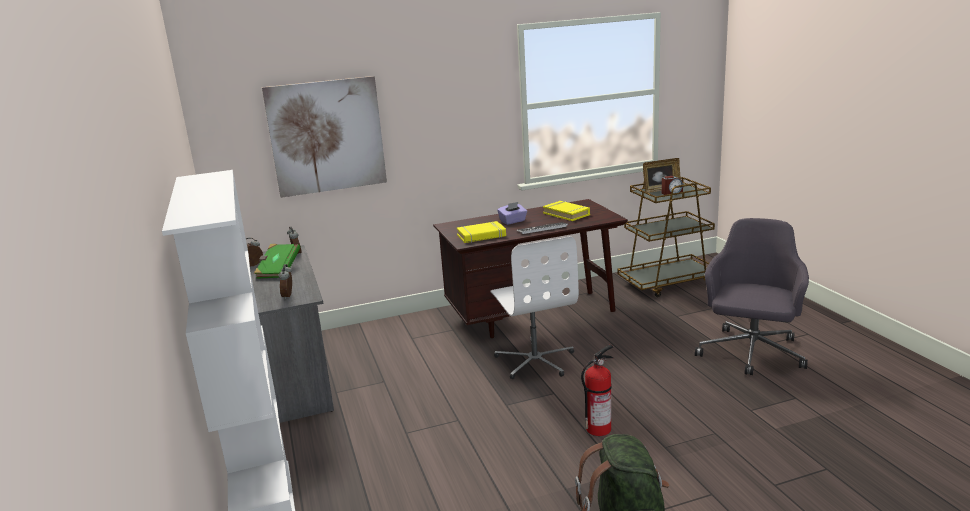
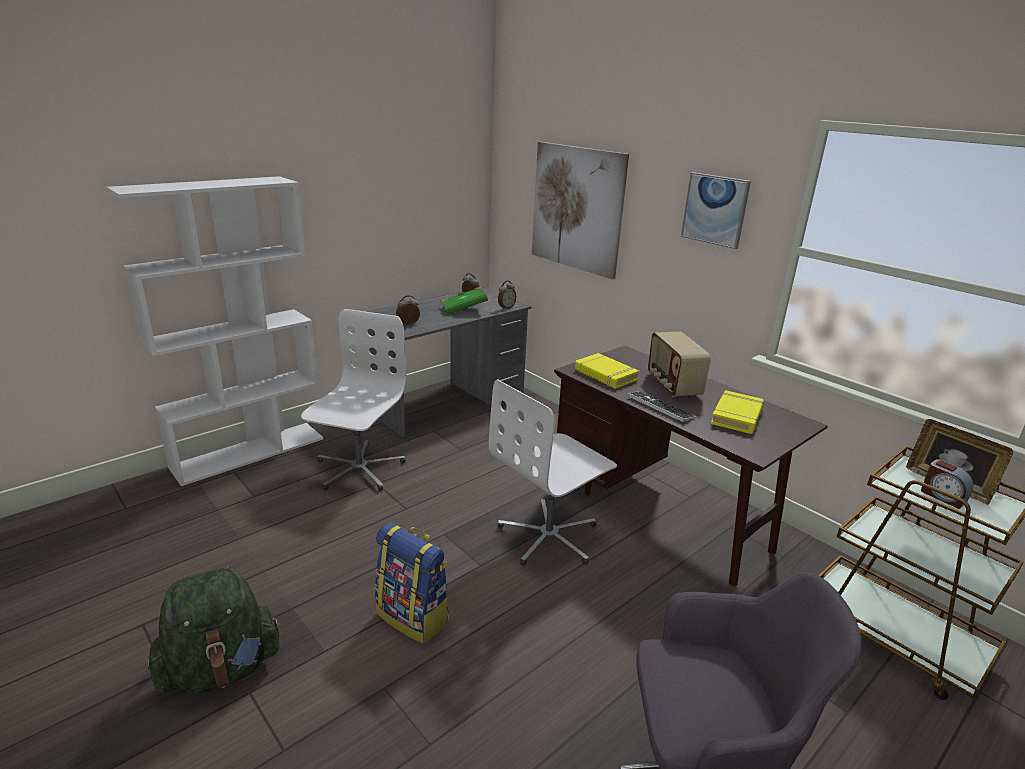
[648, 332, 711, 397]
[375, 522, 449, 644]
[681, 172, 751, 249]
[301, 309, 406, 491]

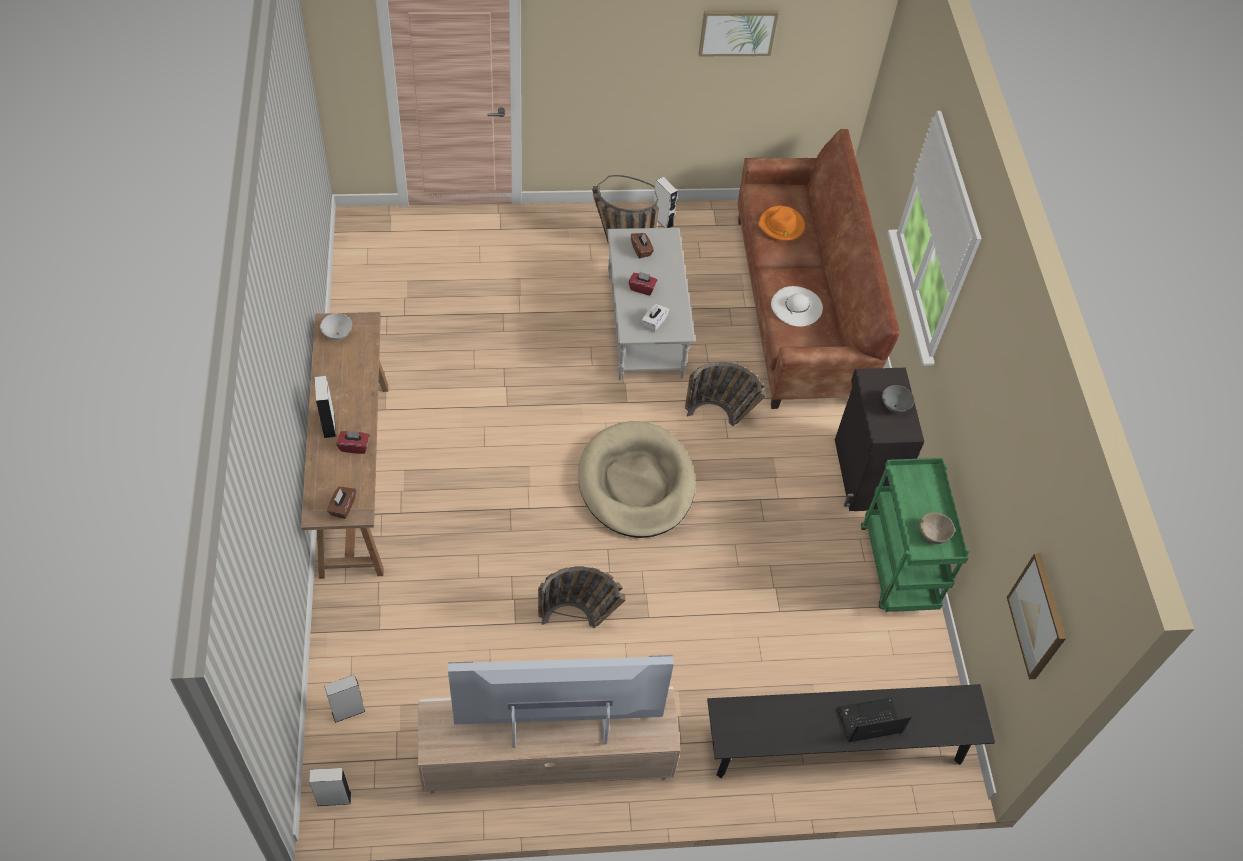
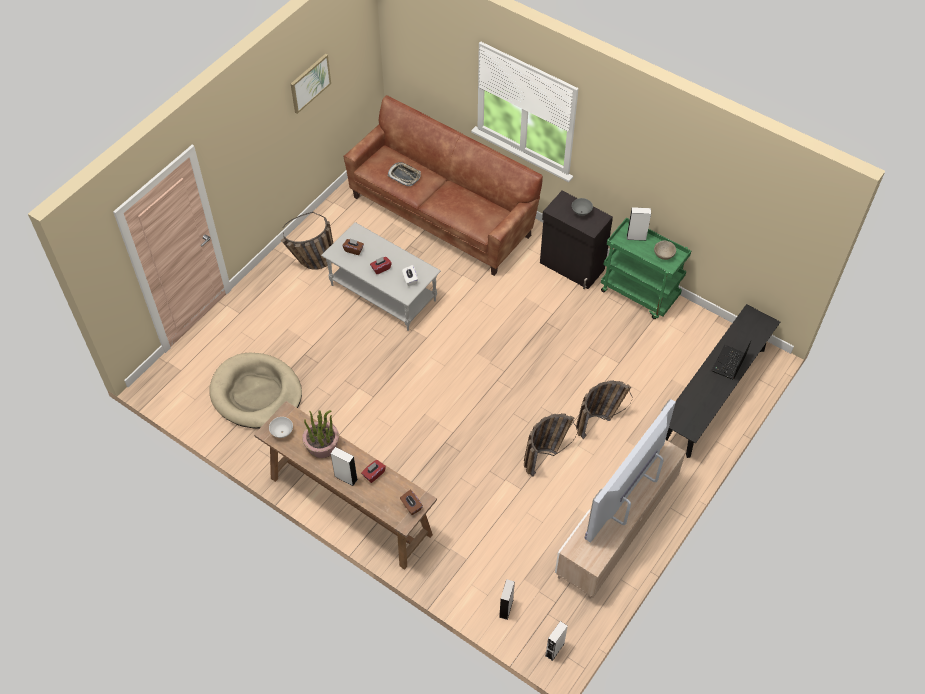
[627, 207, 651, 241]
[387, 162, 421, 186]
[771, 286, 823, 327] (first image)
[576, 380, 633, 439]
[209, 353, 302, 429]
[1007, 553, 1066, 679] (first image)
[302, 410, 339, 458]

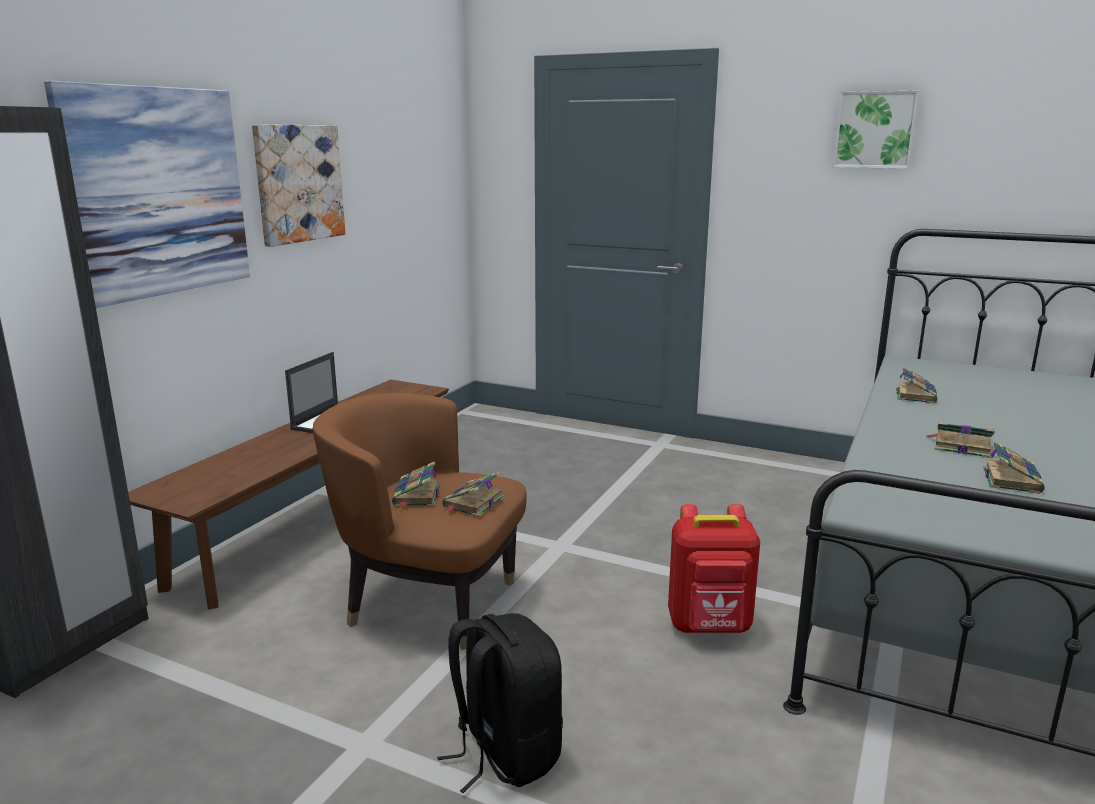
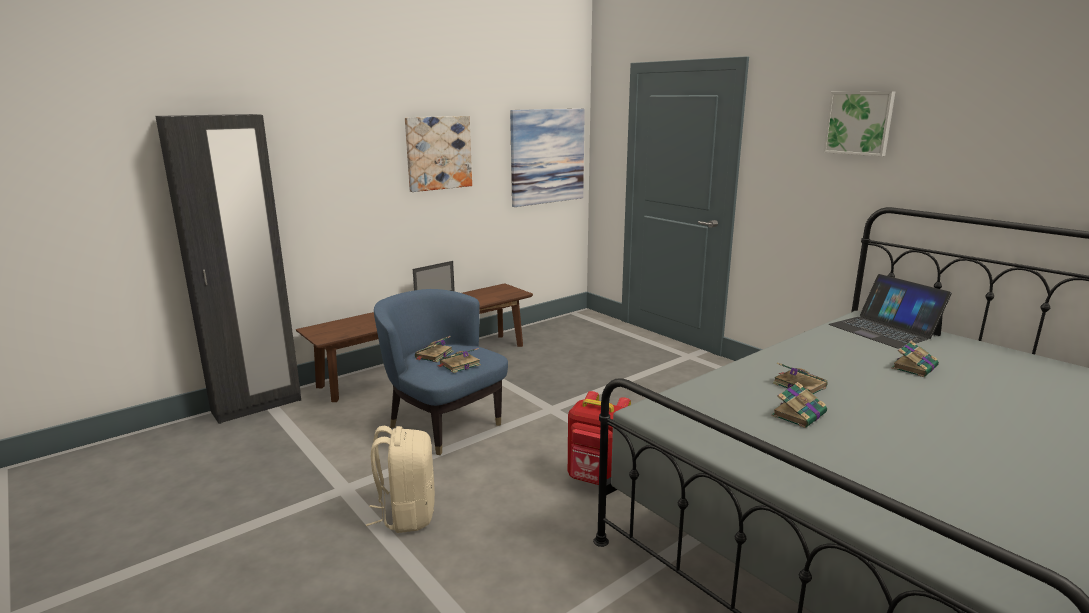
[510, 109, 585, 207]
[891, 341, 939, 377]
[374, 289, 508, 455]
[366, 426, 435, 533]
[829, 274, 952, 348]

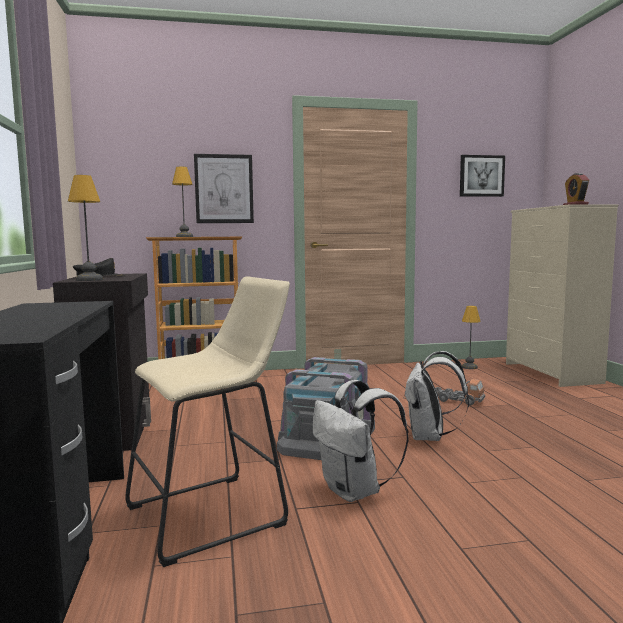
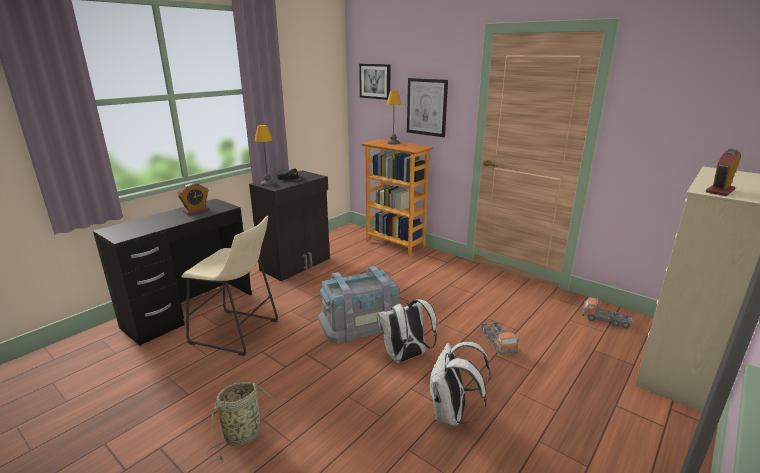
[359, 64, 391, 100]
[582, 298, 633, 328]
[429, 342, 491, 426]
[177, 183, 209, 215]
[206, 382, 288, 461]

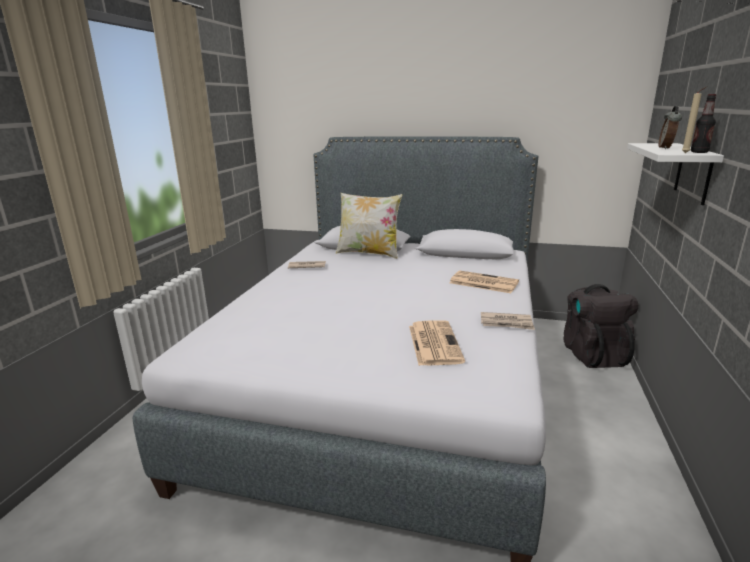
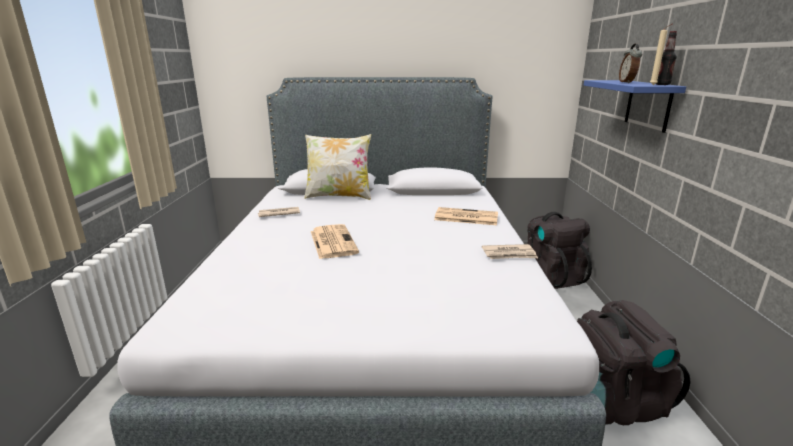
[584, 80, 686, 133]
[311, 224, 359, 259]
[577, 300, 691, 425]

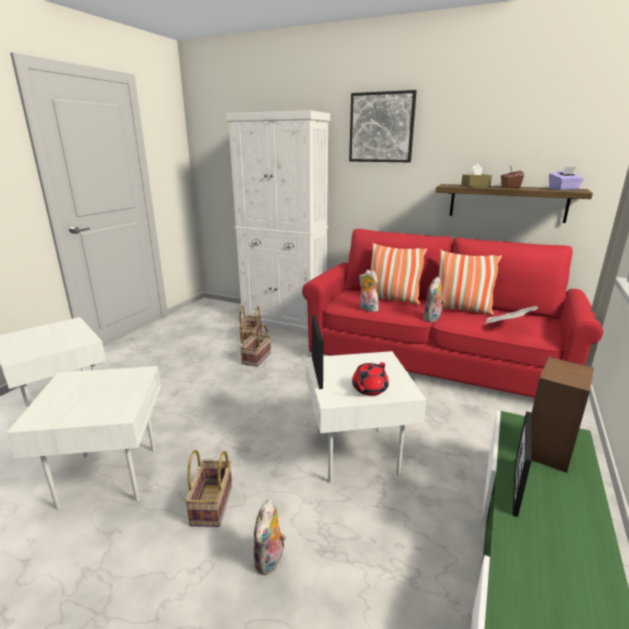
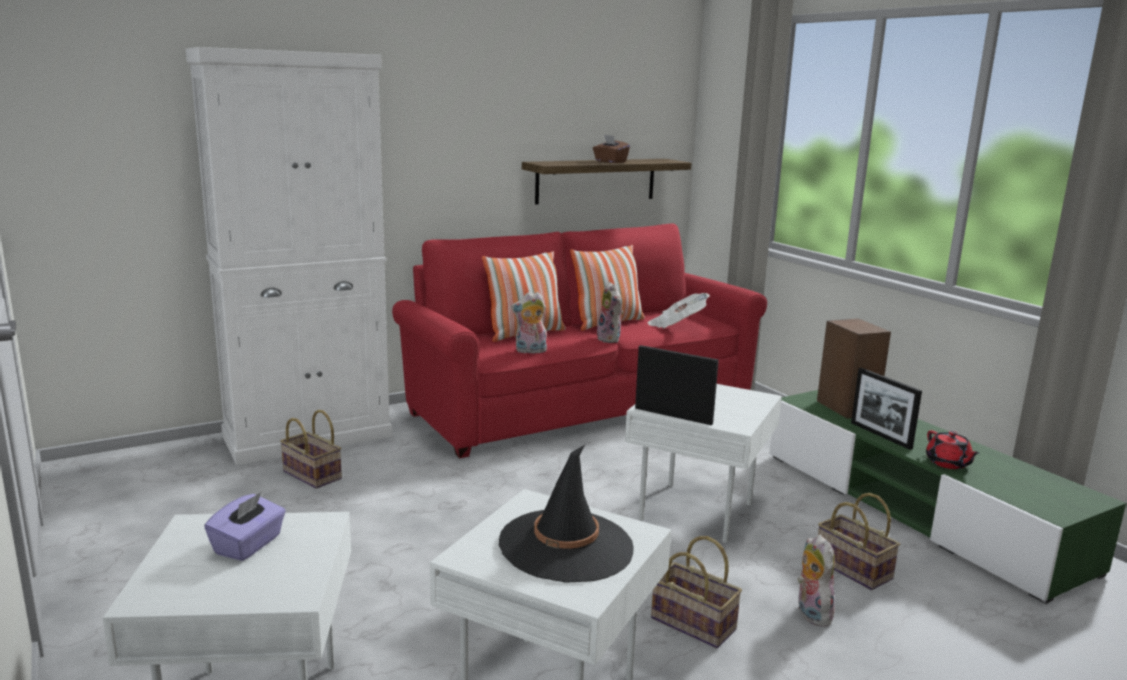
[349, 90, 417, 162] (first image)
[461, 164, 492, 187] (first image)
[204, 492, 286, 561]
[818, 493, 900, 590]
[926, 430, 980, 469]
[797, 534, 836, 627]
[499, 445, 634, 583]

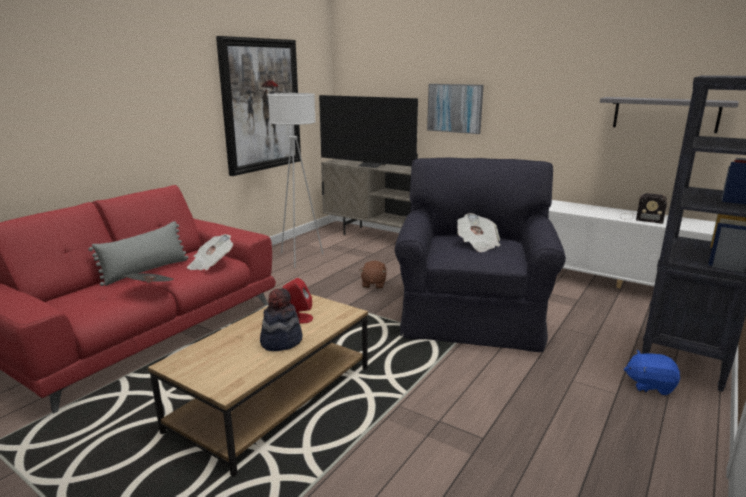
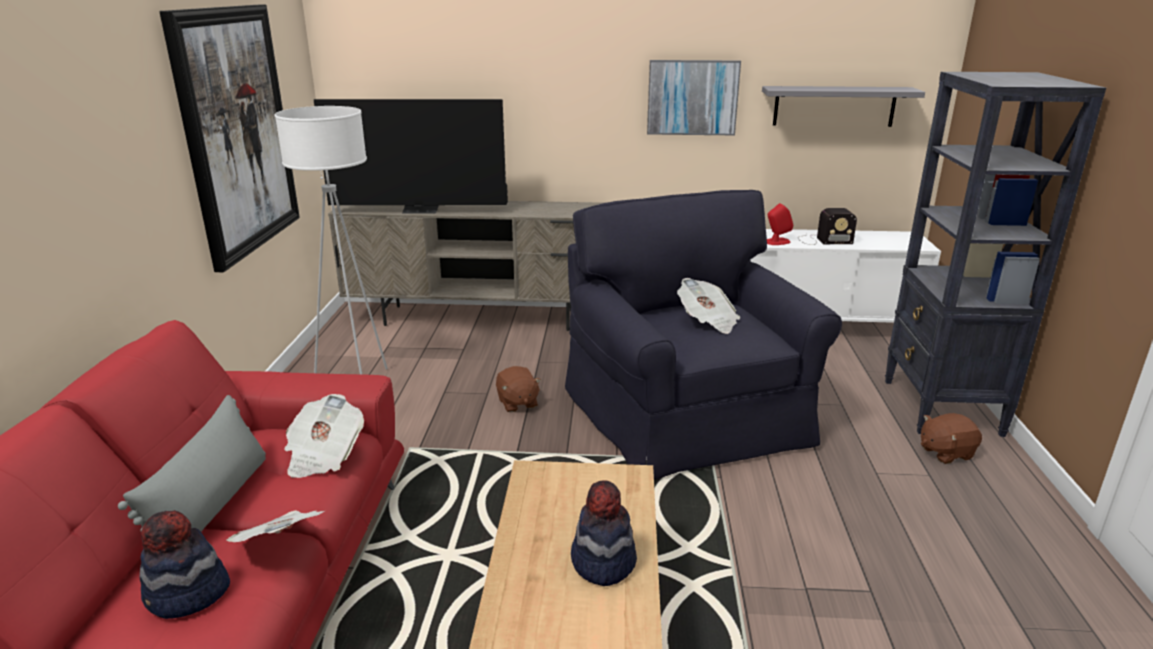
[647, 60, 741, 135]
[767, 203, 793, 245]
[921, 413, 982, 464]
[140, 510, 230, 619]

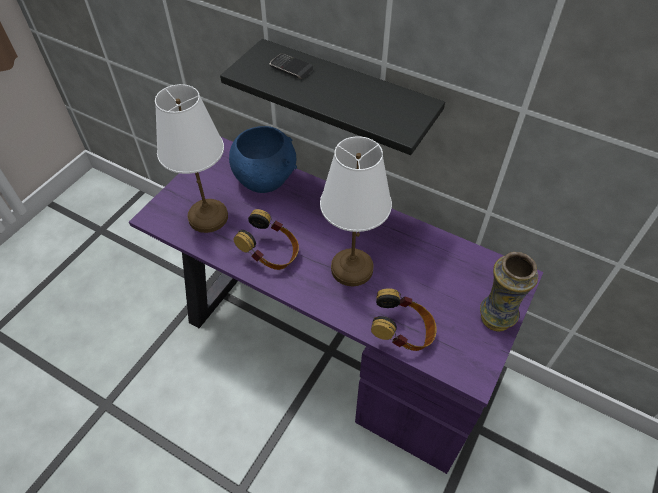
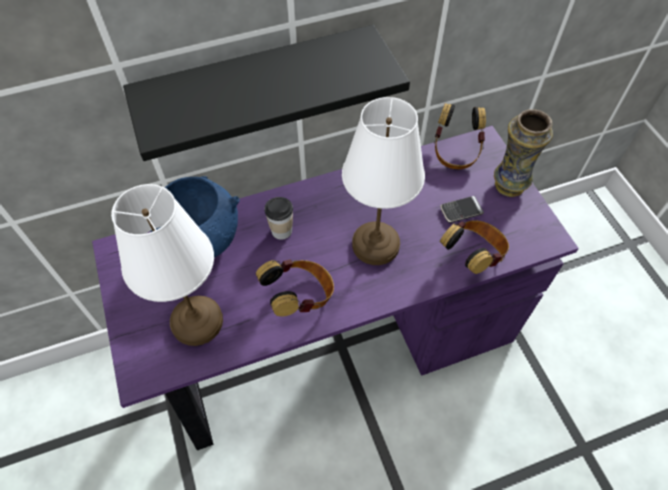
[440, 196, 484, 223]
[434, 103, 486, 169]
[265, 197, 293, 240]

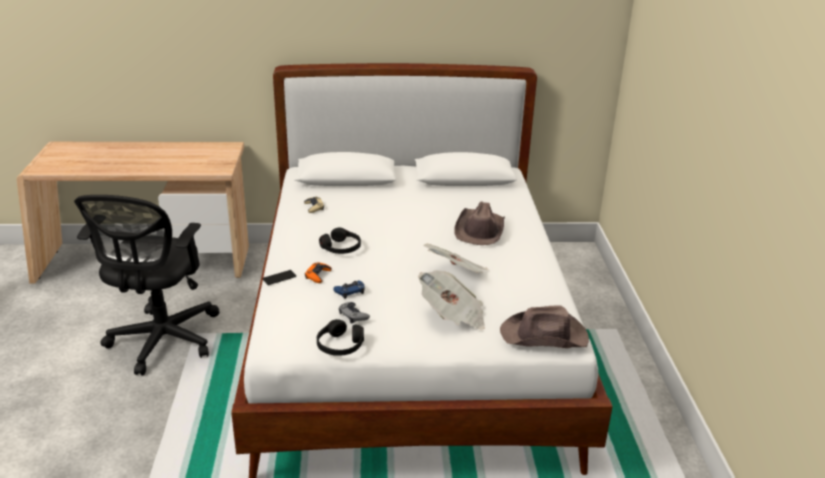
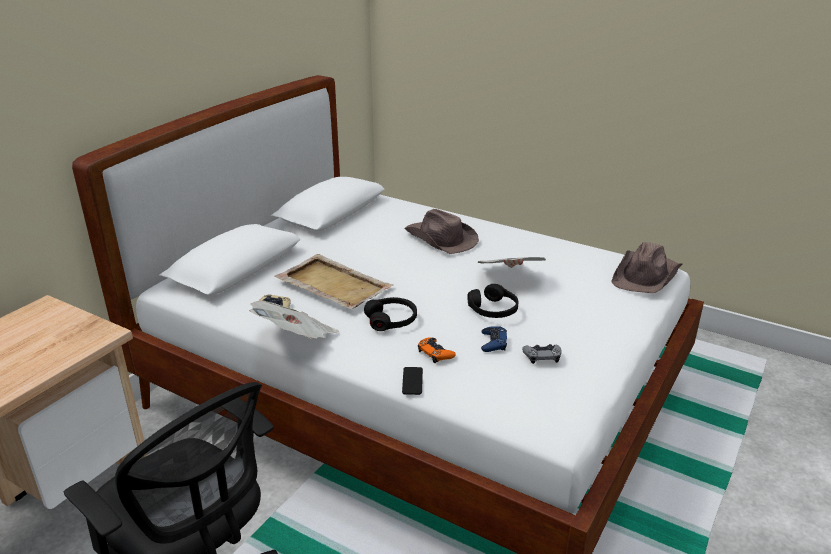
[249, 300, 339, 339]
[467, 284, 518, 318]
[274, 254, 394, 309]

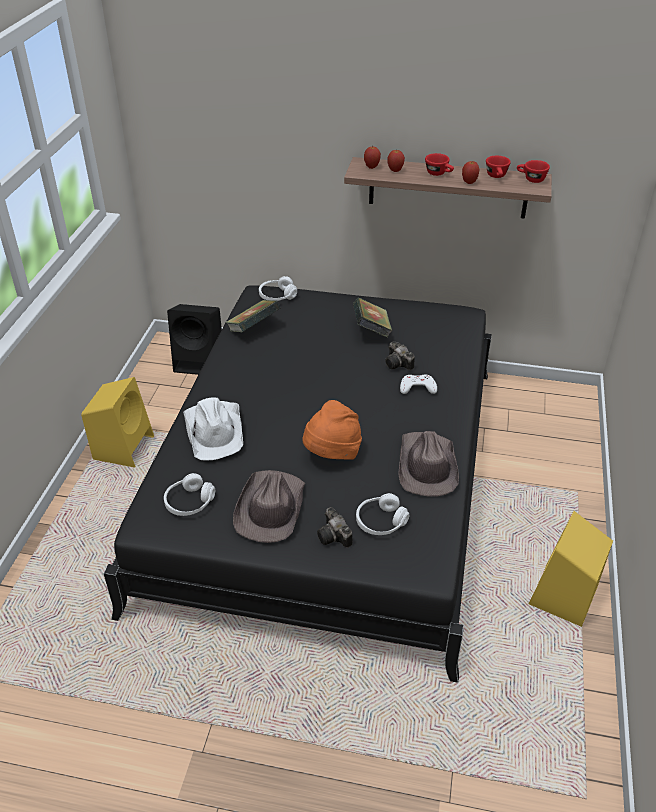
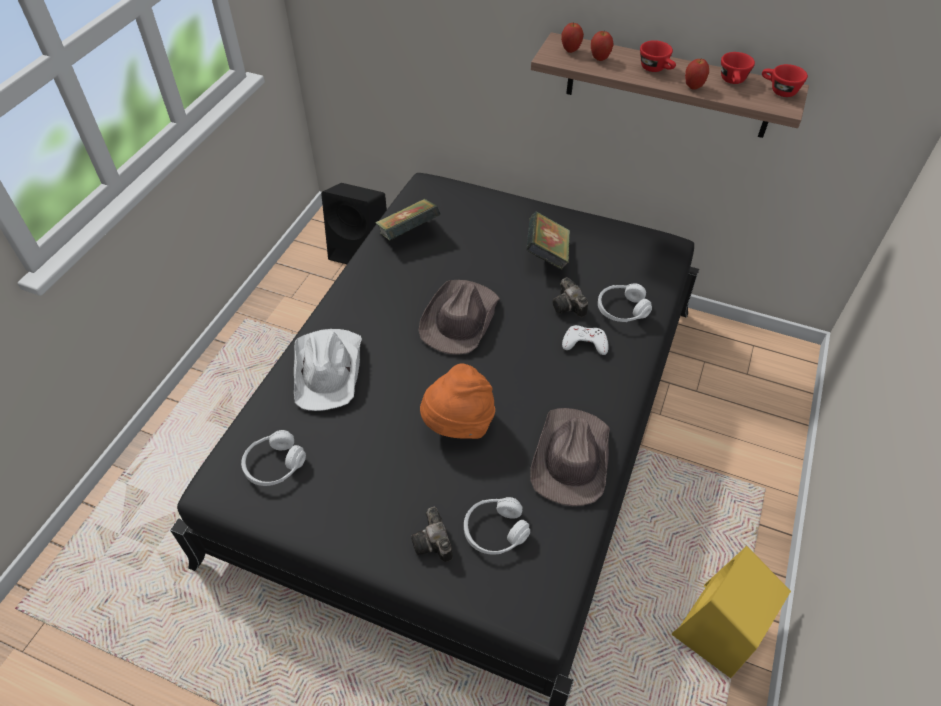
[598, 284, 652, 322]
[81, 377, 154, 468] (first image)
[419, 280, 500, 355]

